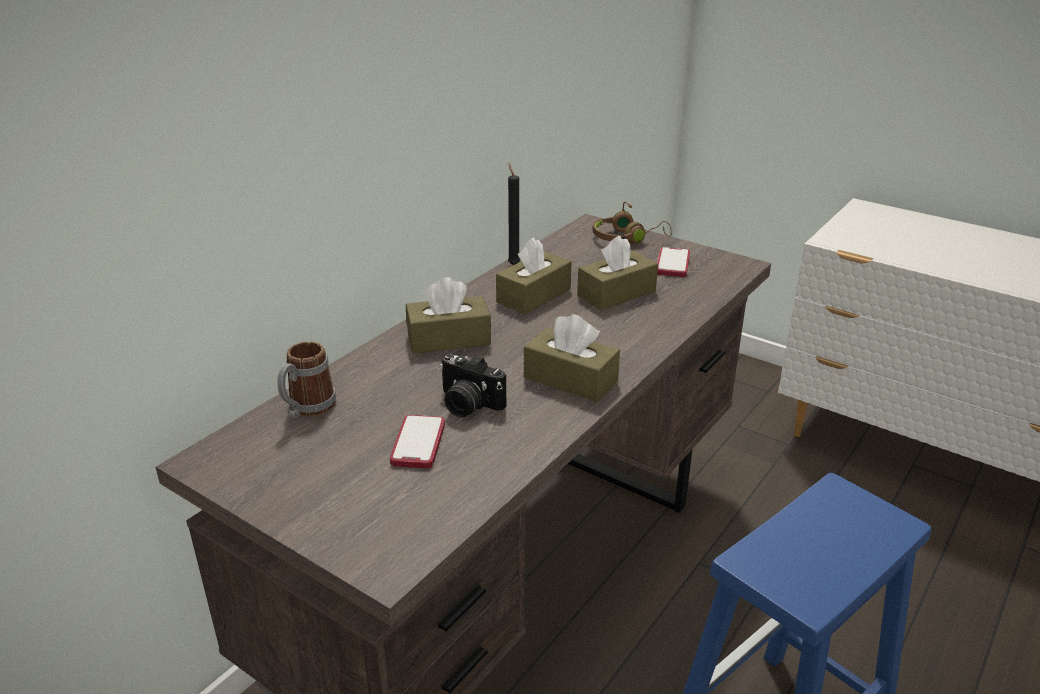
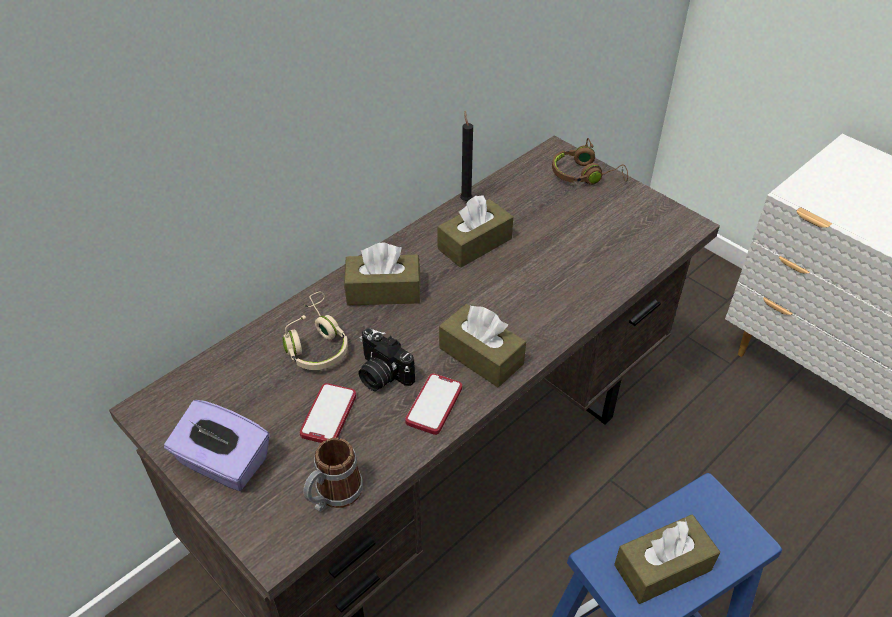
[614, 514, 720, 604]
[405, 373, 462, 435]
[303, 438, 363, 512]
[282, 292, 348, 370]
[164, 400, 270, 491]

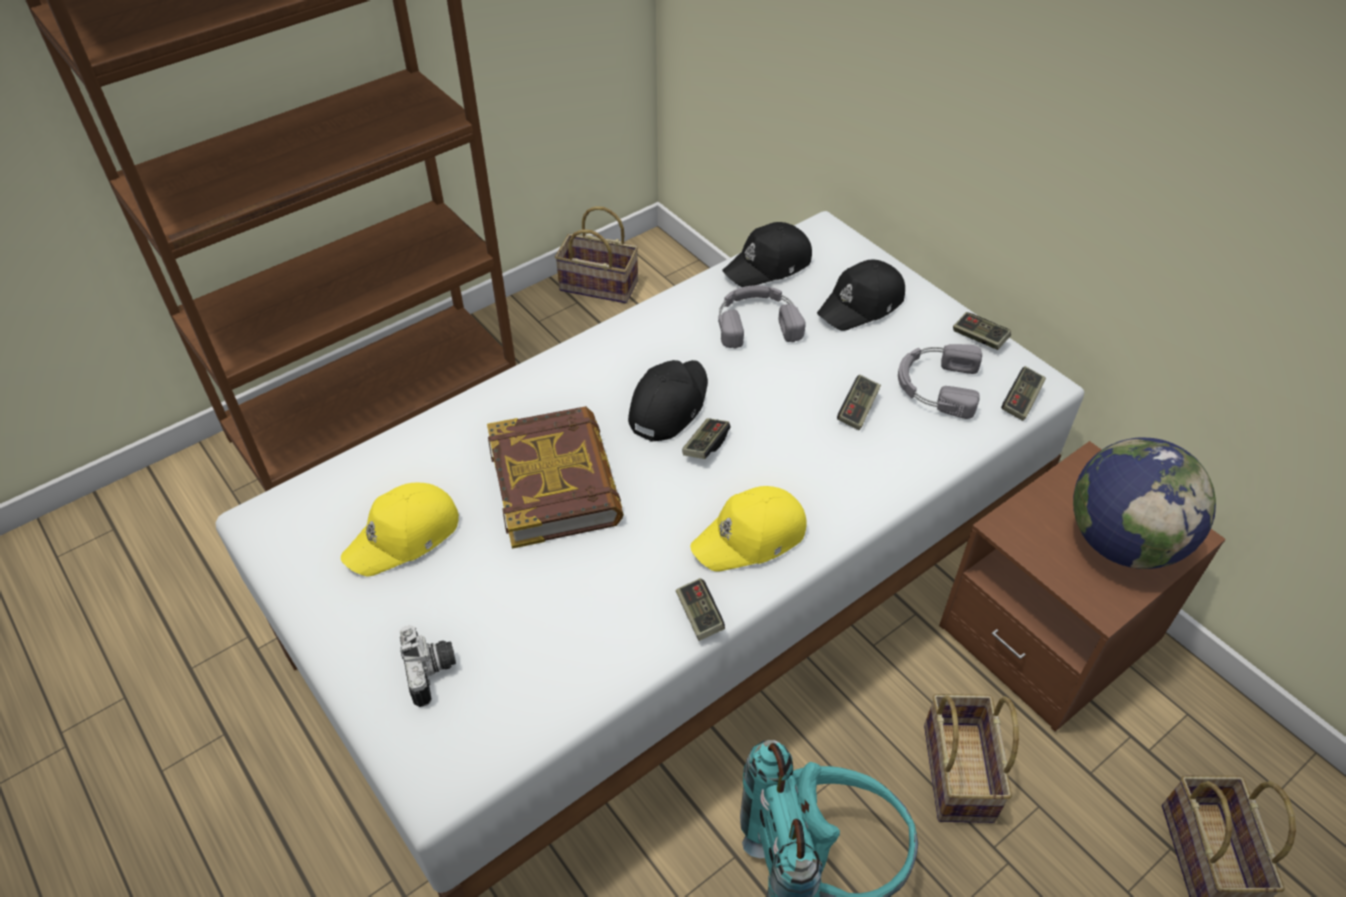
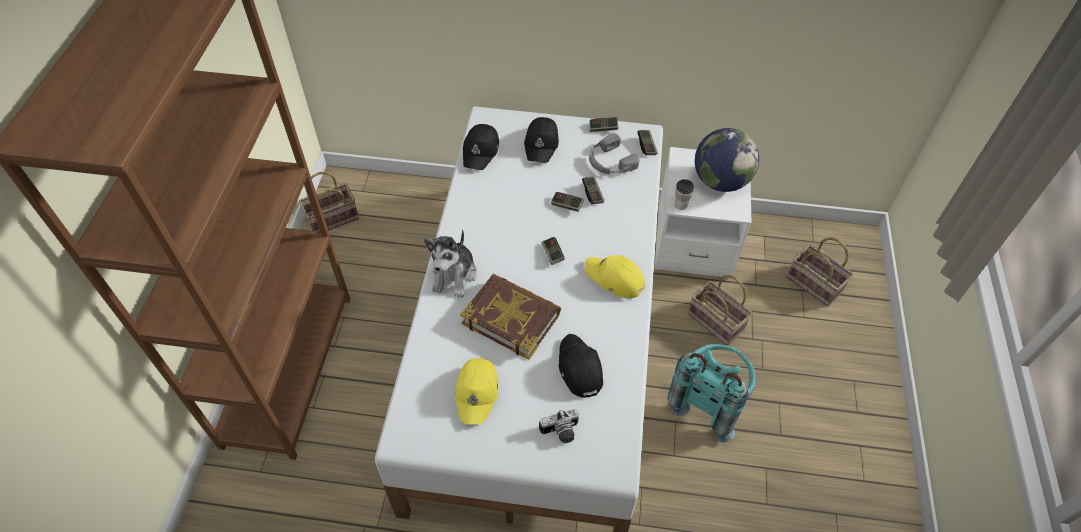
[718, 285, 806, 349] (first image)
[559, 334, 603, 398]
[655, 147, 752, 279]
[584, 255, 645, 299]
[551, 192, 584, 212]
[539, 409, 579, 443]
[675, 179, 694, 210]
[424, 230, 477, 298]

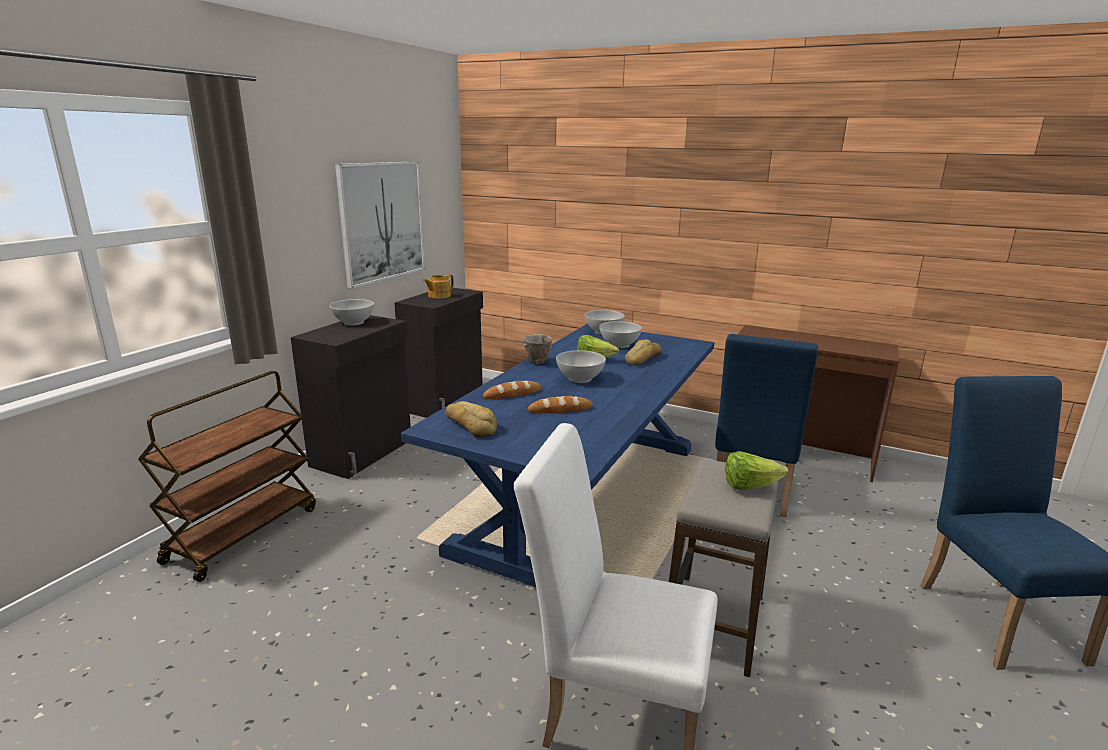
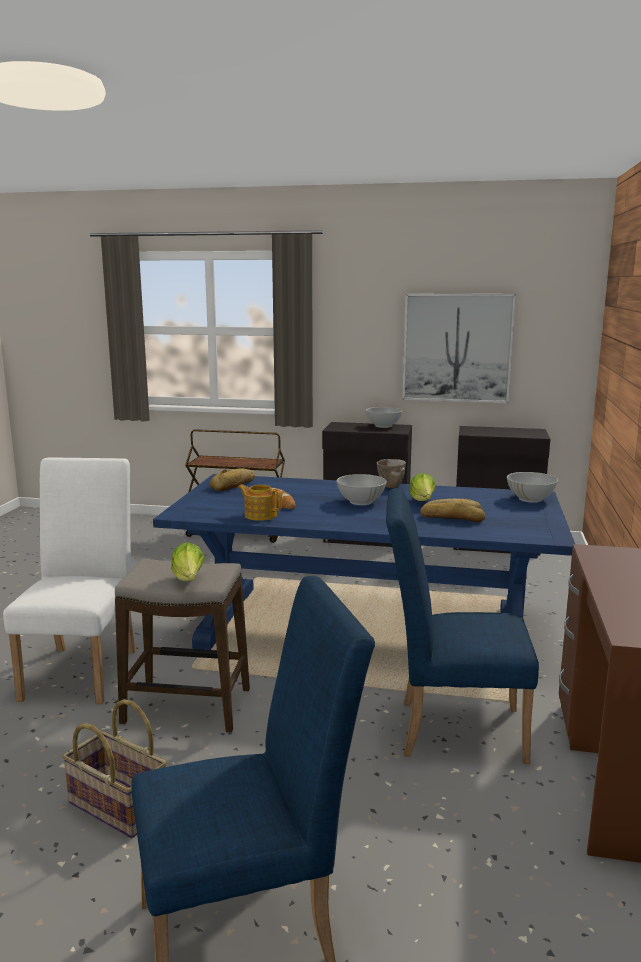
[238, 485, 282, 521]
[599, 321, 642, 348] (first image)
[483, 380, 541, 399] (first image)
[62, 699, 167, 838]

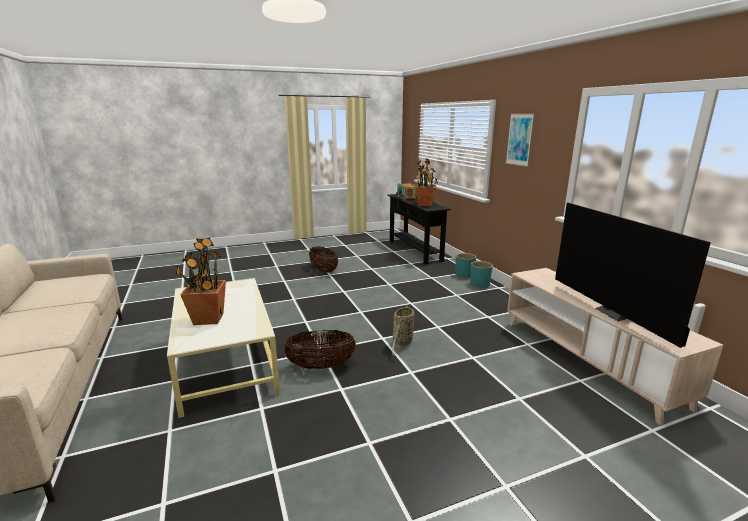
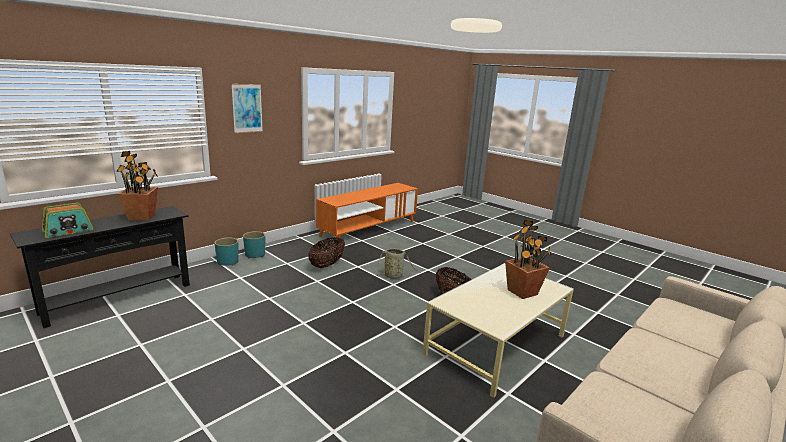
[555, 203, 711, 348] (first image)
[308, 237, 345, 268]
[316, 183, 418, 243]

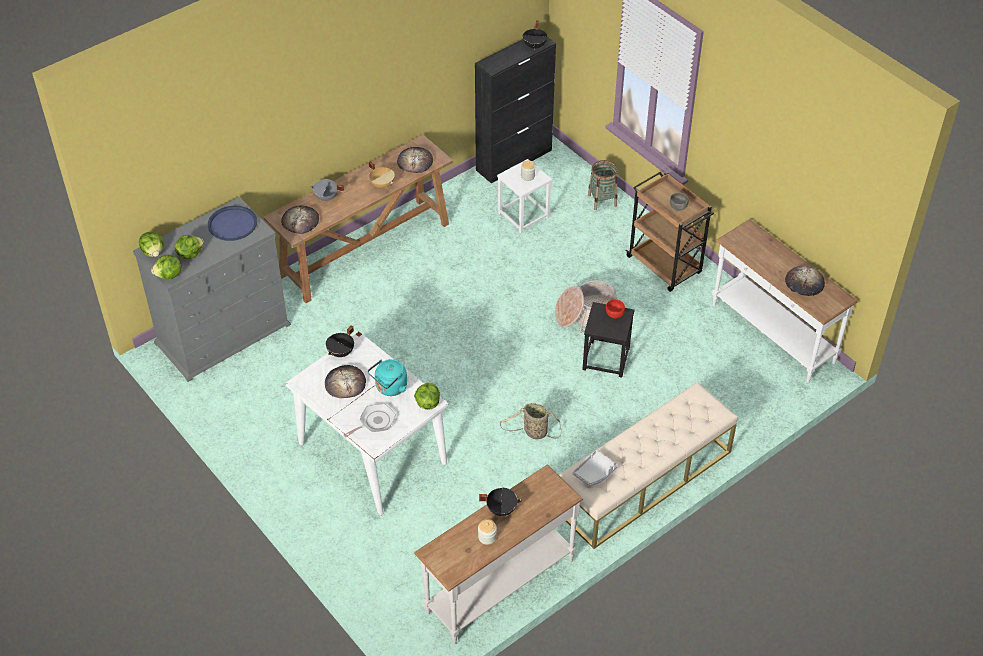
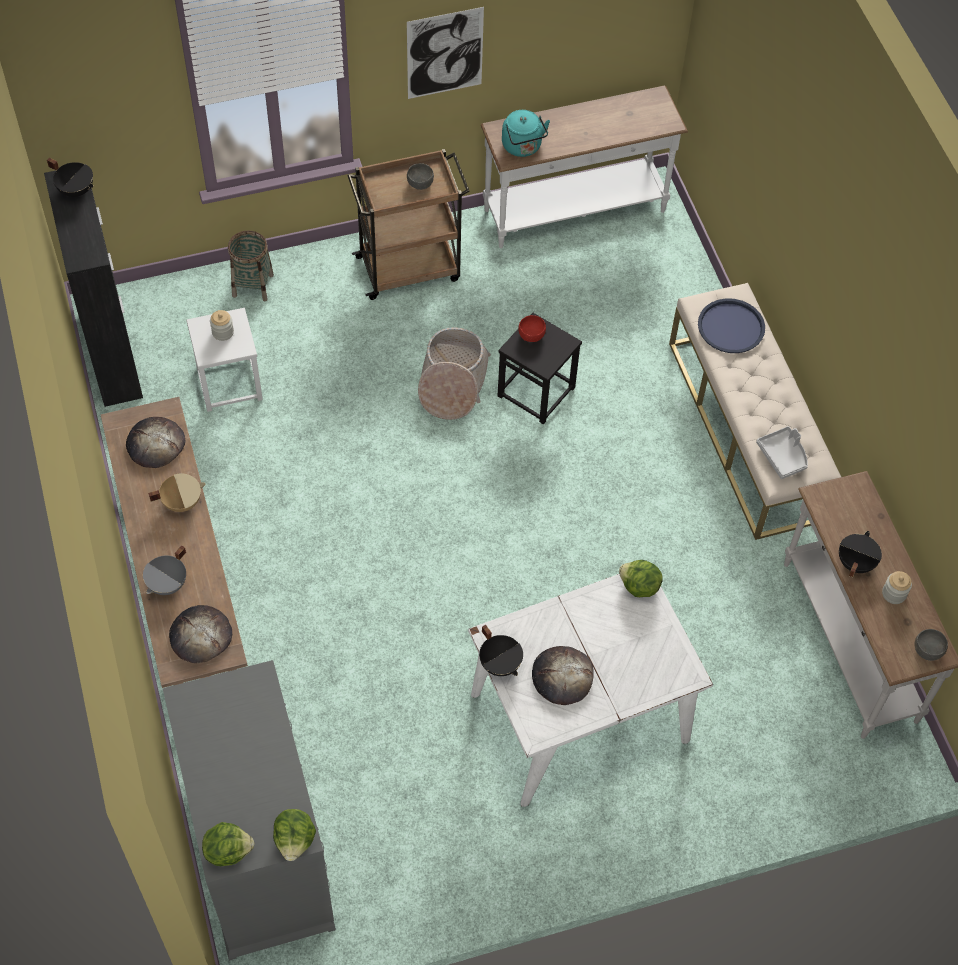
[698, 298, 765, 353]
[175, 235, 204, 259] (first image)
[785, 266, 825, 296] (first image)
[502, 110, 550, 157]
[500, 403, 561, 439] (first image)
[344, 404, 396, 437] (first image)
[407, 7, 484, 99]
[914, 629, 948, 661]

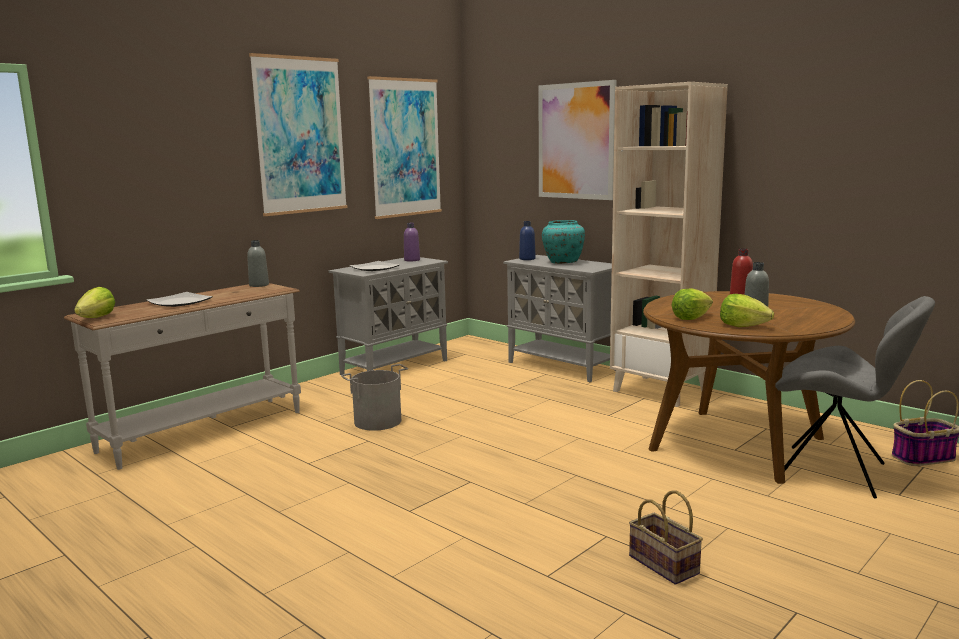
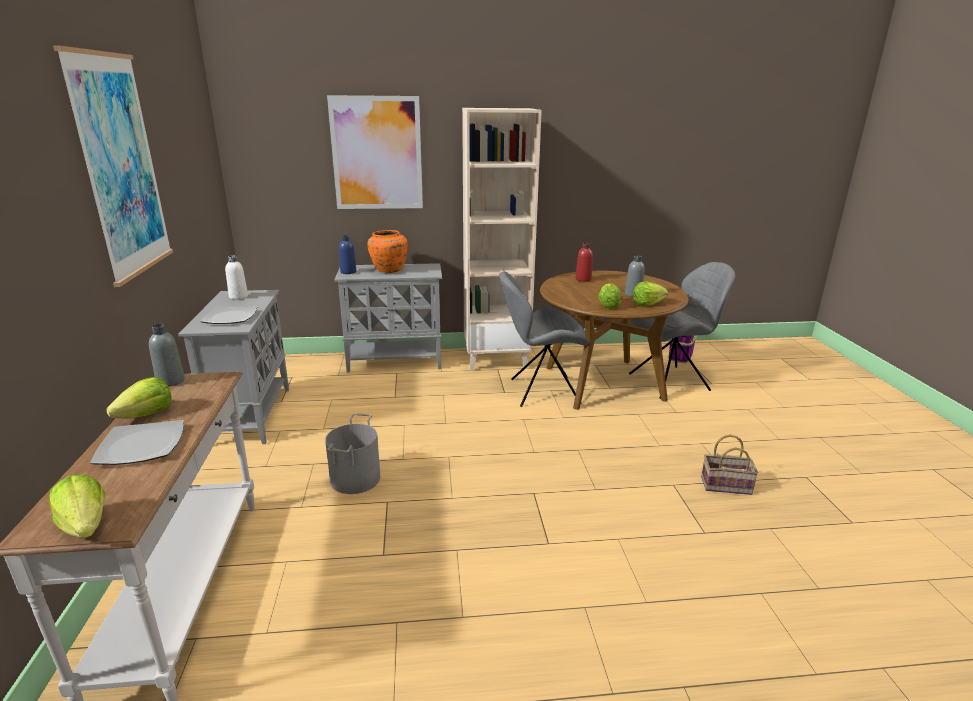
[367, 76, 442, 219] (first image)
[367, 230, 408, 273]
[225, 255, 248, 300]
[499, 271, 589, 407]
[107, 377, 172, 419]

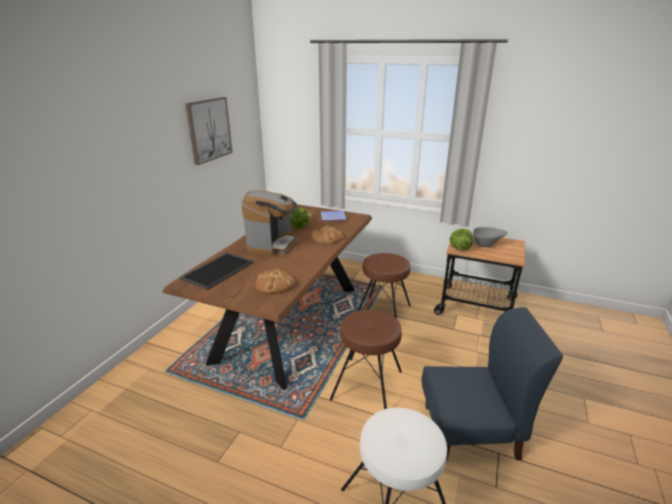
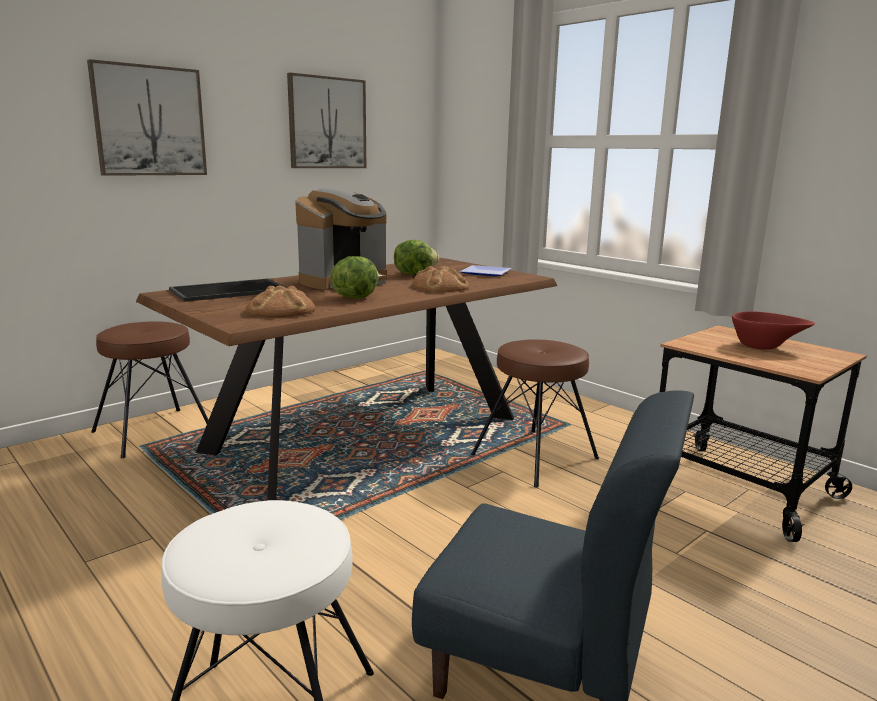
[732, 311, 815, 350]
[330, 256, 379, 299]
[91, 321, 208, 458]
[87, 59, 207, 176]

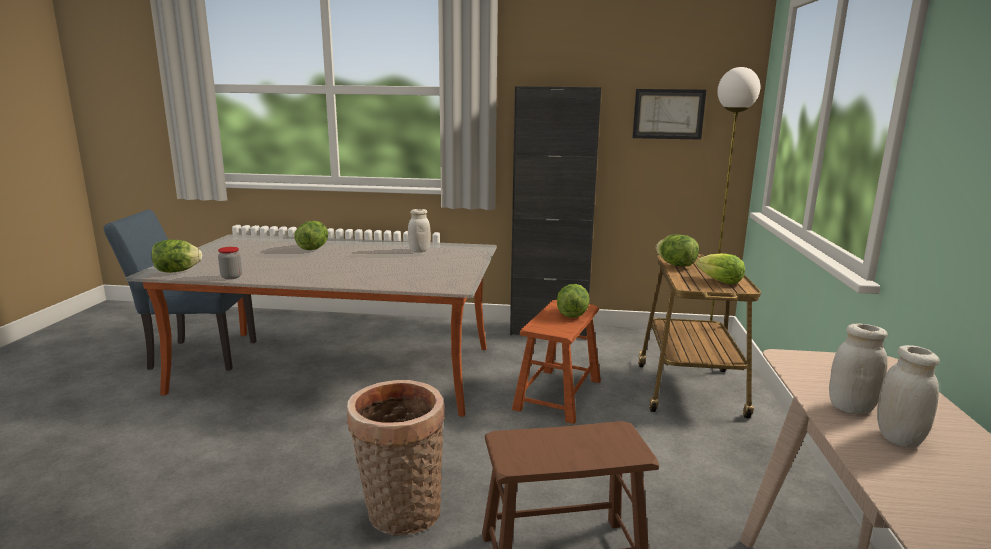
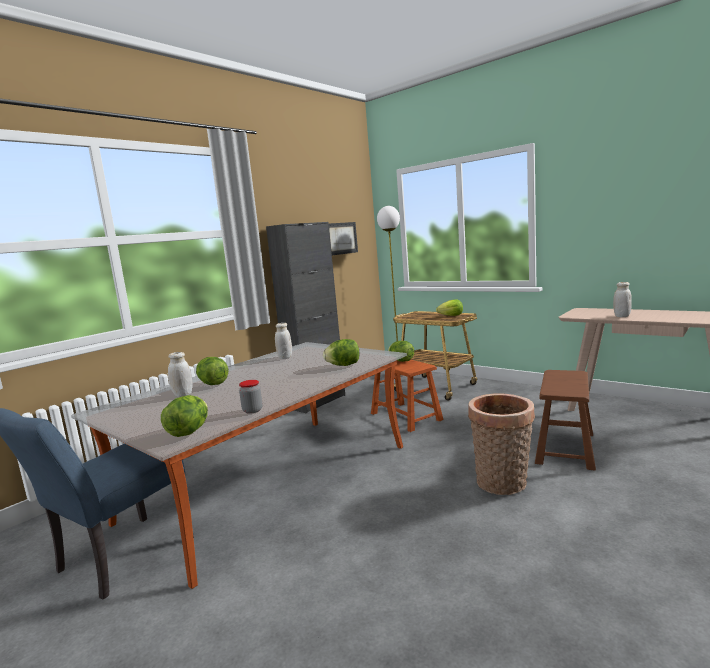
[323, 339, 360, 366]
[168, 352, 193, 397]

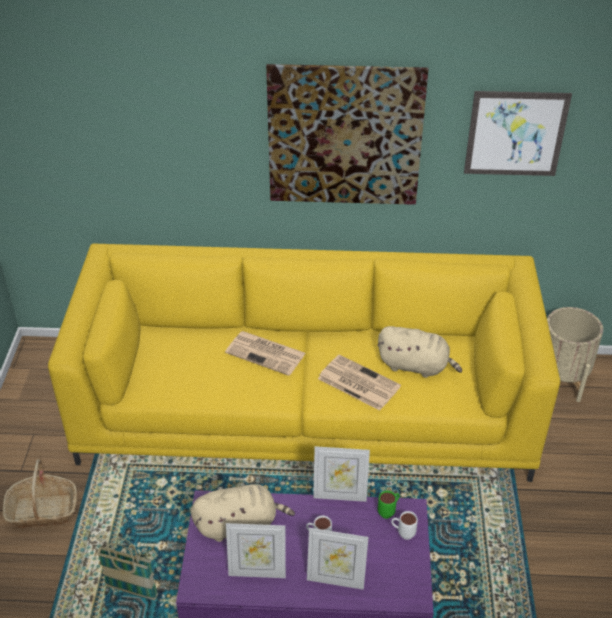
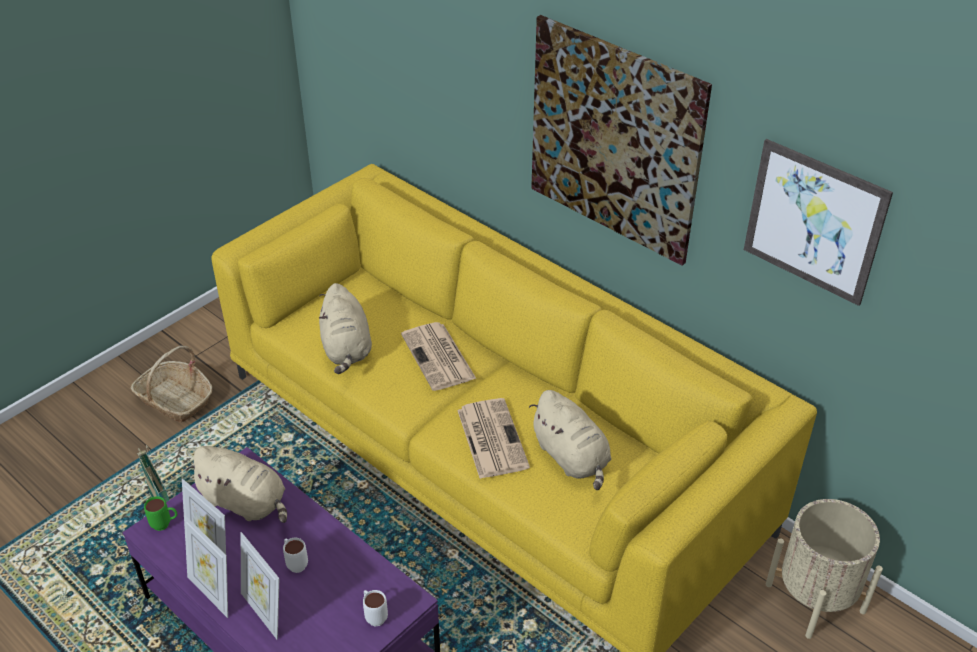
[184, 515, 228, 618]
[144, 496, 178, 531]
[319, 283, 372, 374]

